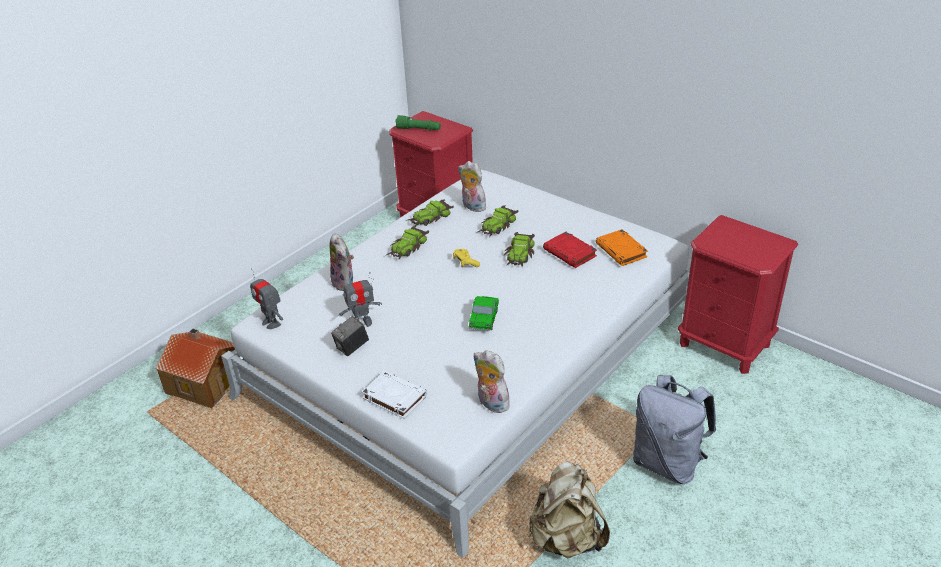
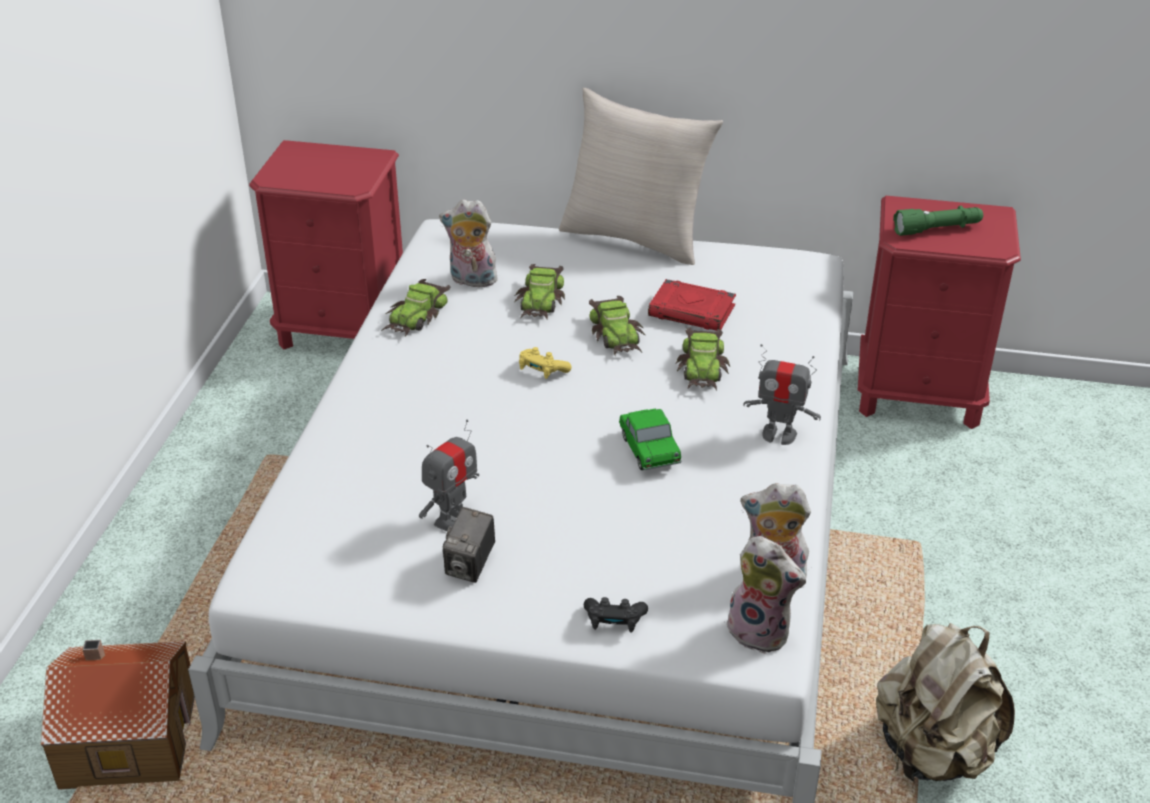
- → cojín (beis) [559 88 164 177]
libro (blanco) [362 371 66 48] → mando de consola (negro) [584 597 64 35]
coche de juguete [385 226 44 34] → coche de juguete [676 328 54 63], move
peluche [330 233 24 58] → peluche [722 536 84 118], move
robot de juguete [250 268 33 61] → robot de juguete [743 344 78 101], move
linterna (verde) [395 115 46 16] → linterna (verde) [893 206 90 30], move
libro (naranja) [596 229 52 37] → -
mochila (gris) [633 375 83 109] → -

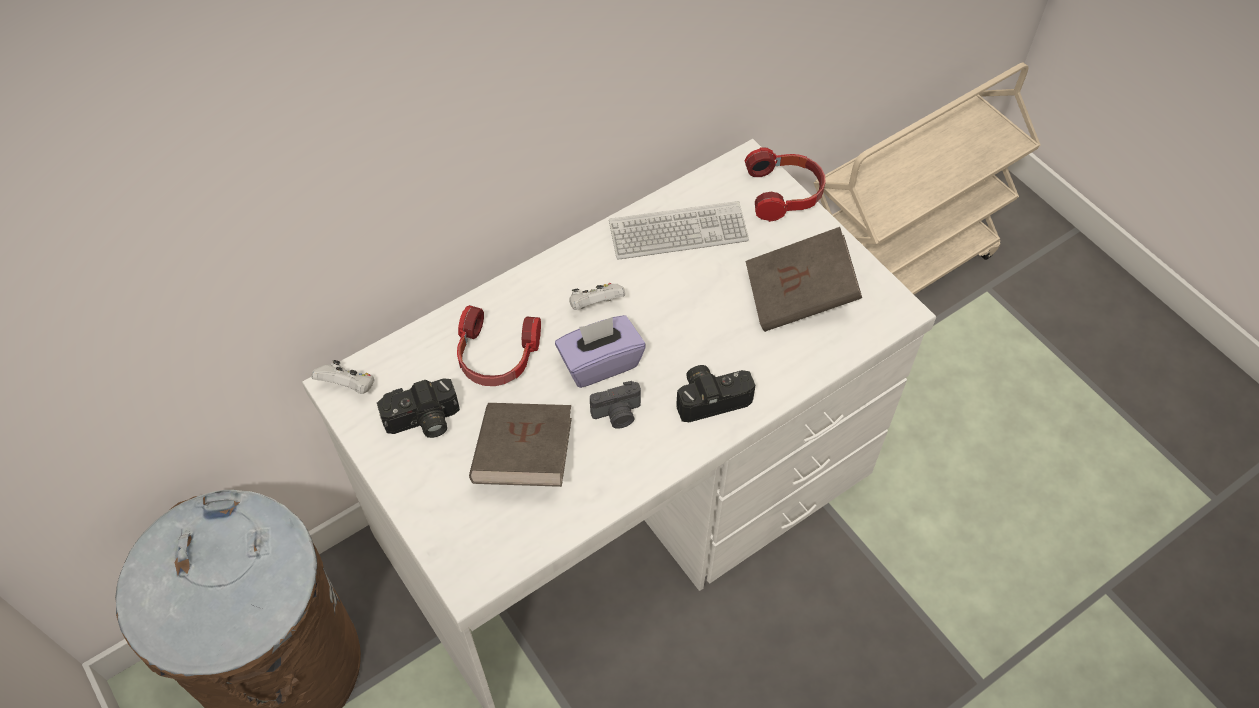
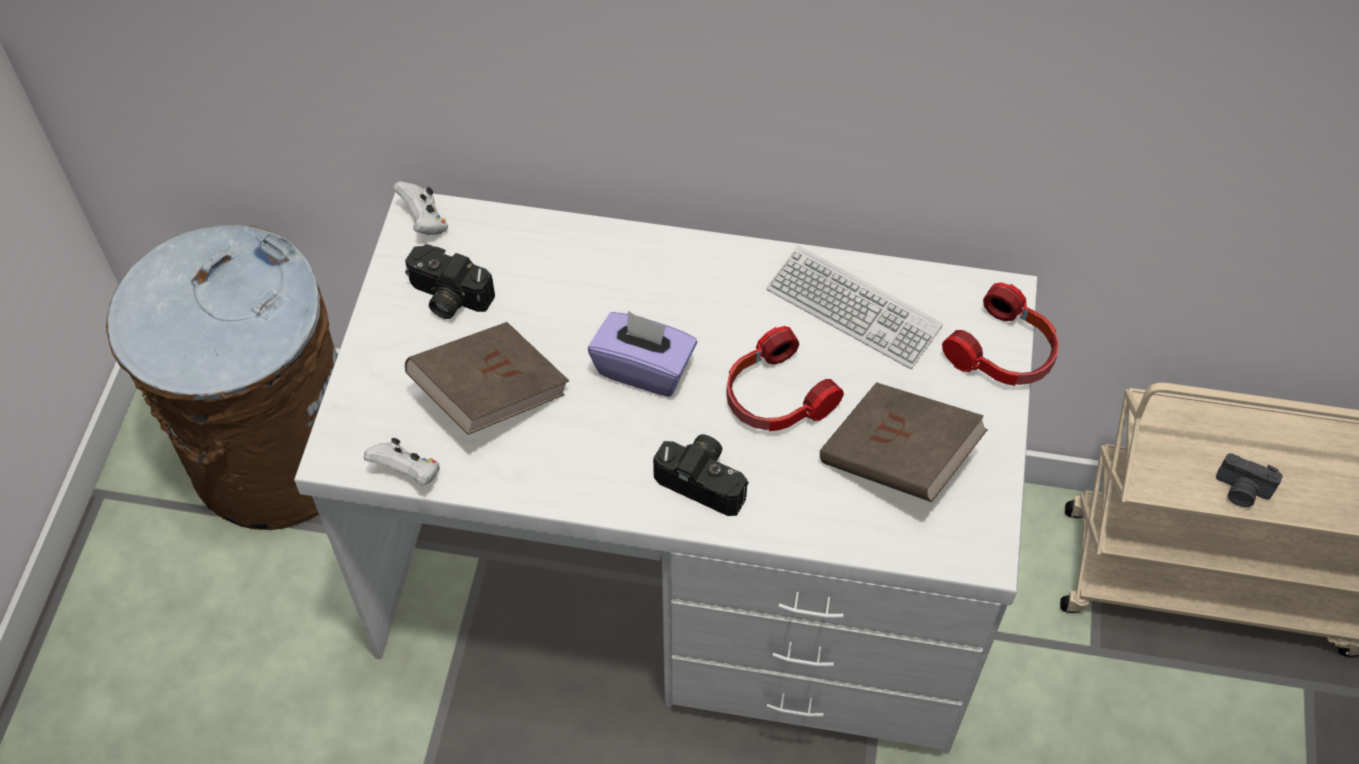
mando de consola (blanco) [569 283 56 27] → mando de consola (blanco) [364 438 76 47], move
auriculares [457 305 84 81] → auriculares [726 326 118 105], move
cámara [590 381 51 48] → cámara [1216 453 67 54], move

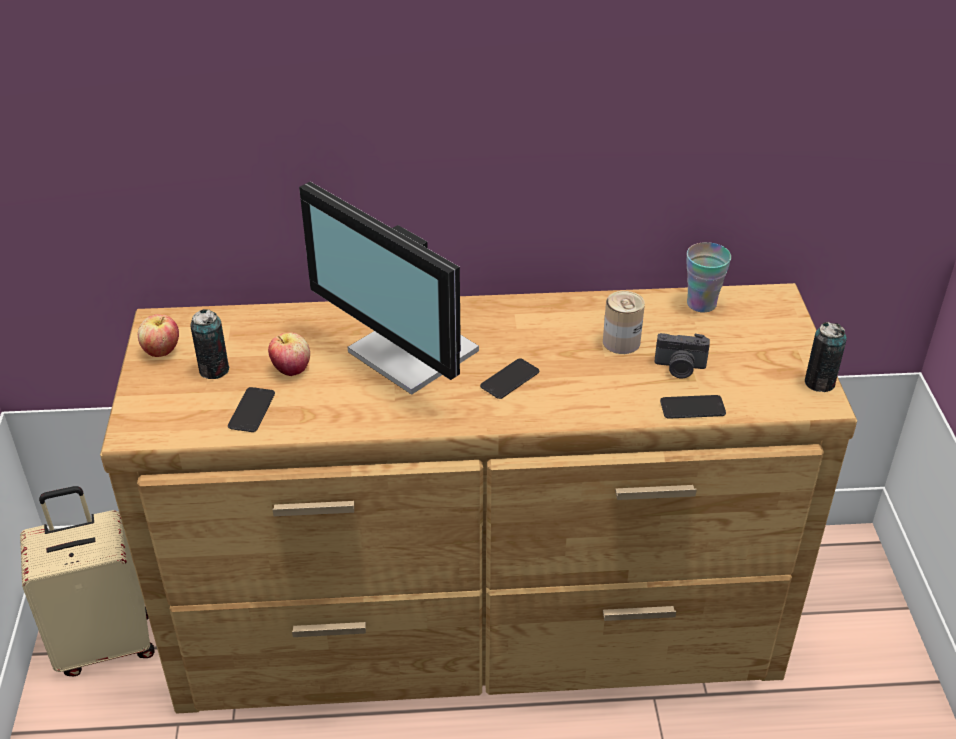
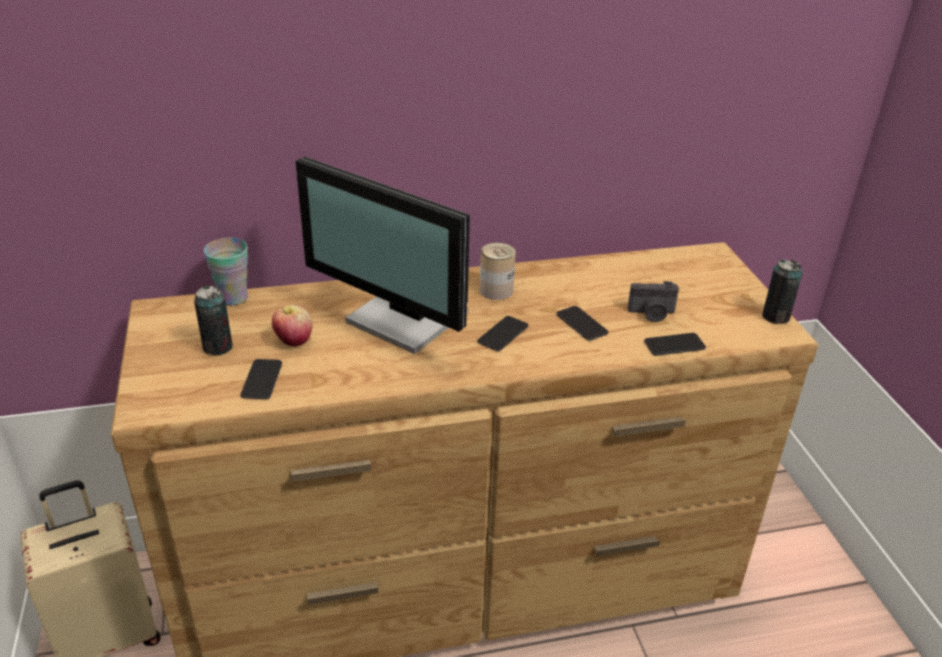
taza [686 242 45 71] → taza [204 238 44 68], move
lata [603 291 42 63] → lata [479 243 37 57], move
- → móvil [556 306 53 35]
manzana [138 314 41 43] → -

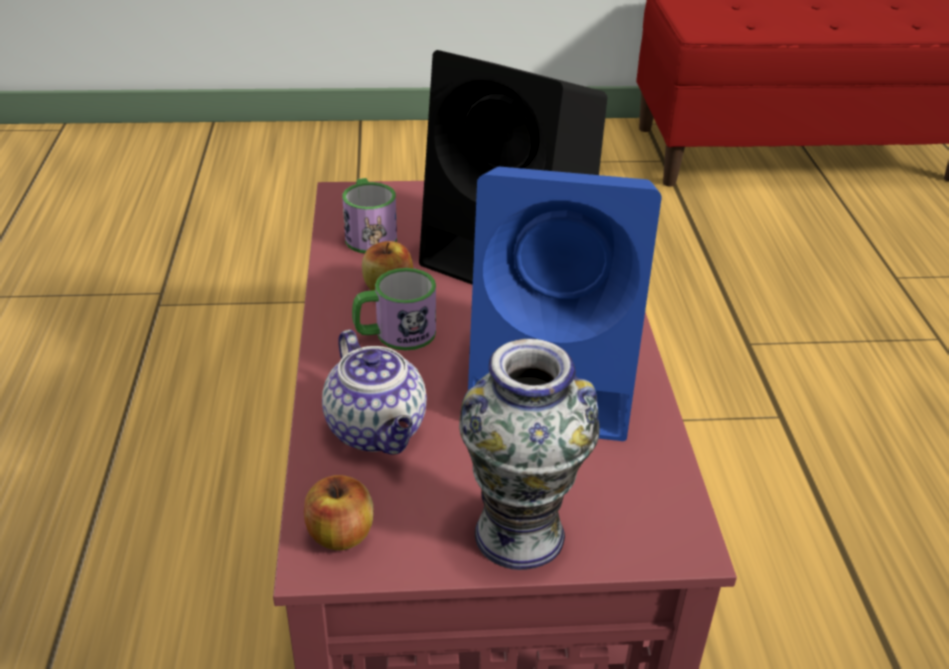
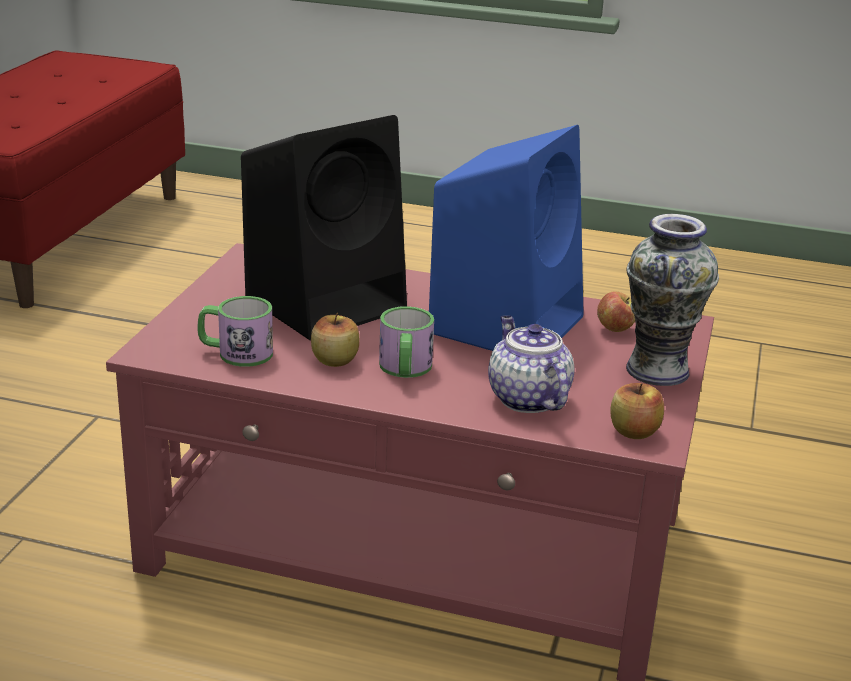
tetera [322 329 105 126] → tetera [488 315 86 98], 105 degrees counterclockwise
- → manzana [597 292 38 40]

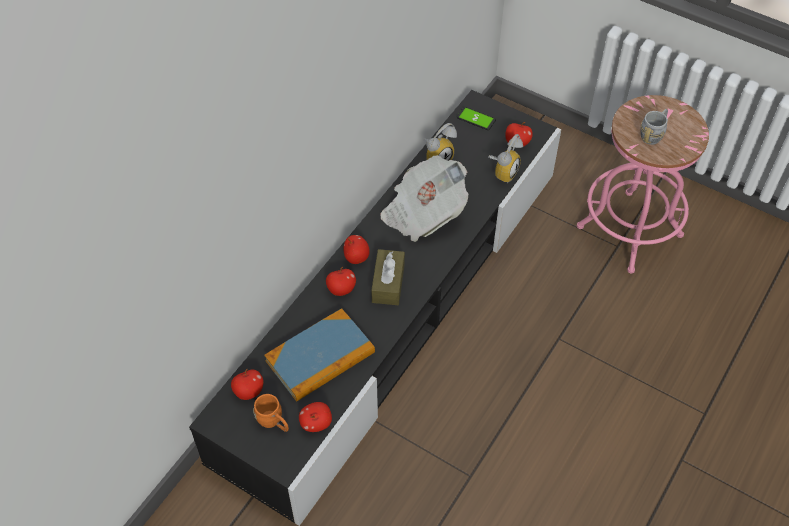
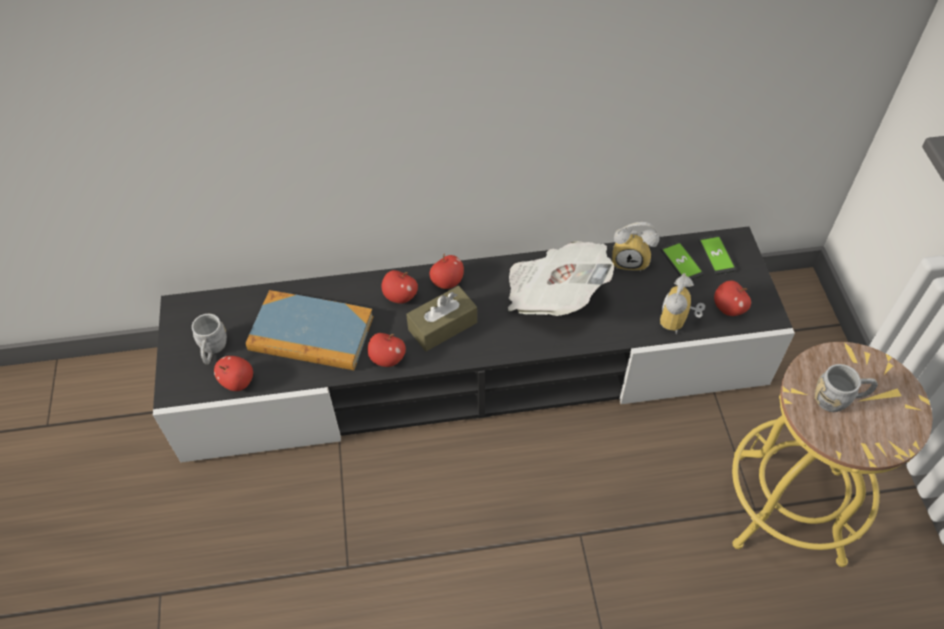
taza grande (naranja) [253 394 36 38] → taza grande (gris) [192 314 35 50]
manzana [231 369 32 31] → manzana [368 333 38 34], move
- → móvil [660 241 44 39]
despertador [488 134 35 49] → despertador [660 273 45 61], 120 degrees clockwise
taburete (rosa) [576 95 133 179] → taburete (amarillo) [732 342 200 225]

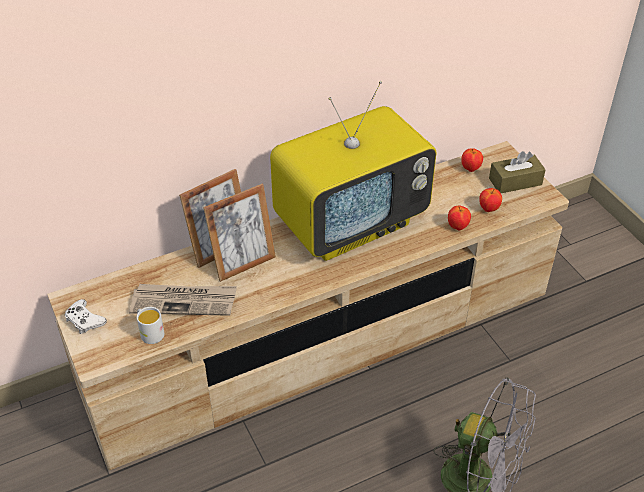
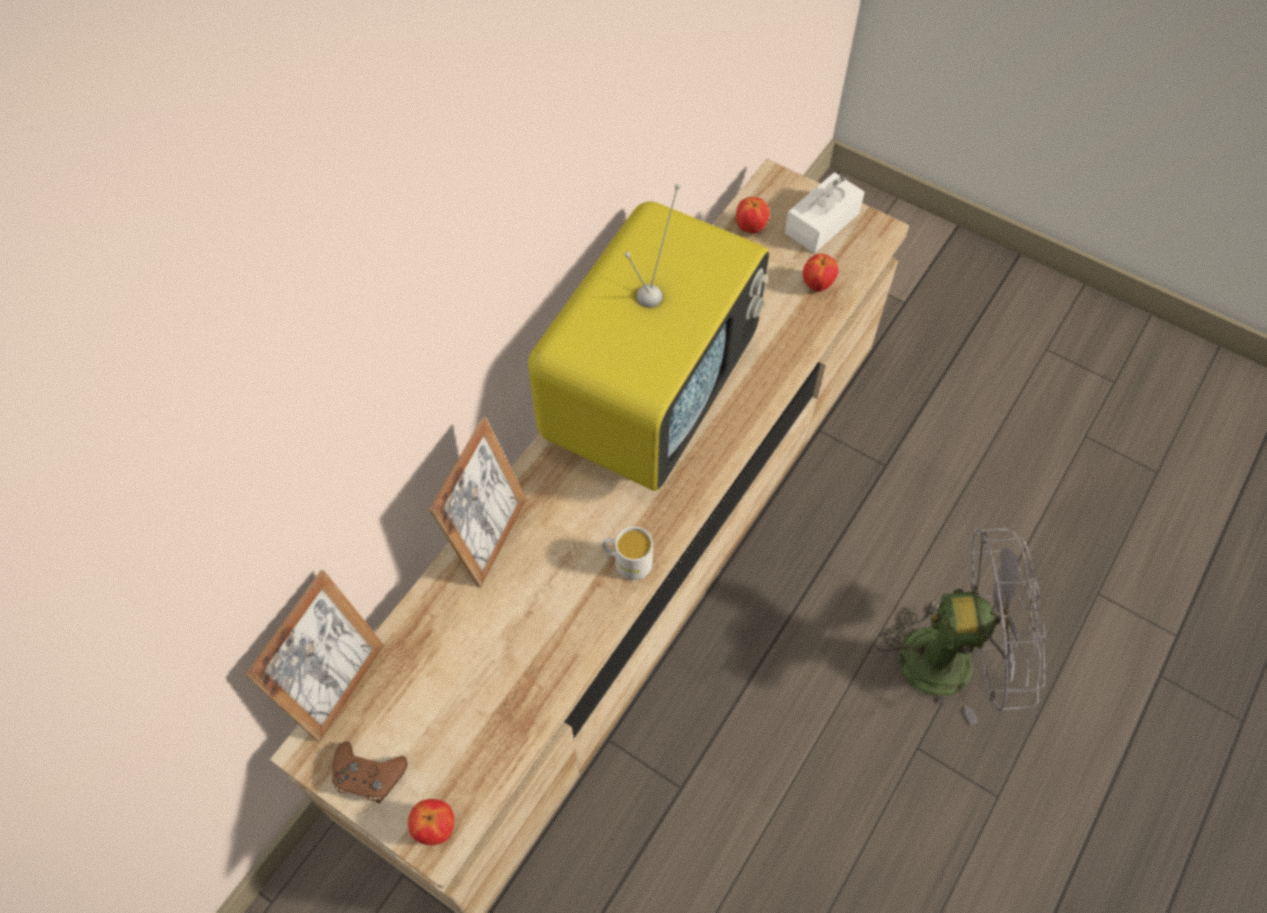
portarretratos [203 184 73 98] → portarretratos [245 570 139 172], move
mando de consola (blanco) [64 299 43 35] → mando de consola (marrón) [332 741 76 62]
manzana [448 206 23 24] → manzana [408 799 46 46], move
taza grande (blanco) [137 307 27 37] → taza grande (blanco) [602 527 51 53], move
caja de pañuelos (marrón) [489 151 57 42] → caja de pañuelos (blanco) [785 172 80 81]
periódico [129 284 108 32] → -

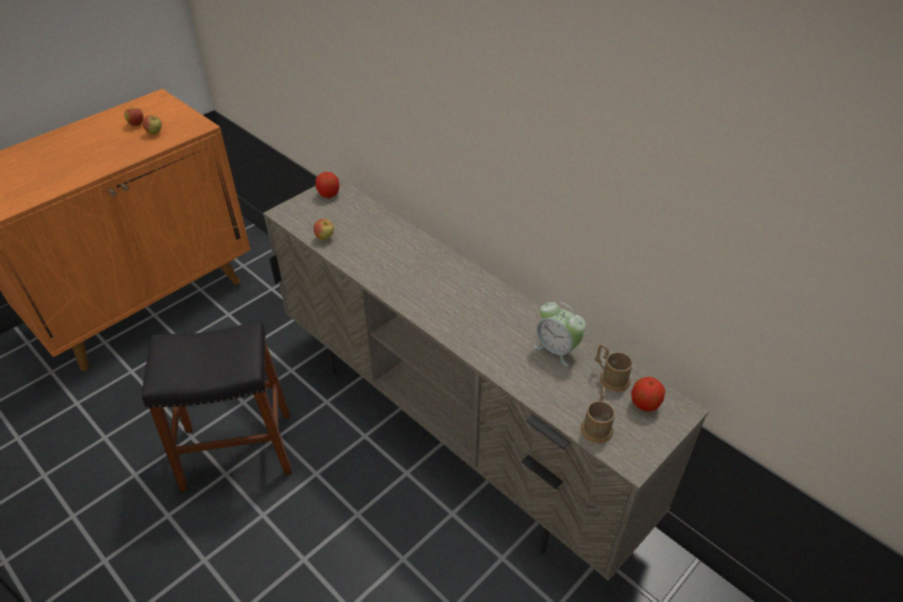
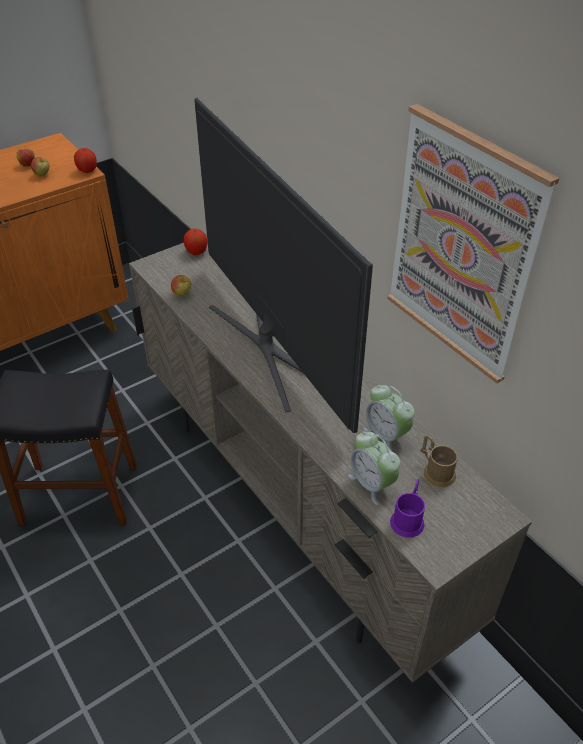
manzana [631 377 34 35] → manzana [74 148 23 25], move
- → televisor [194 98 179 335]
- → despertador [348 432 52 73]
- → cuadro [387 104 172 280]
taza grande (marrón) [580 387 35 57] → taza grande (morado) [390 479 35 59]

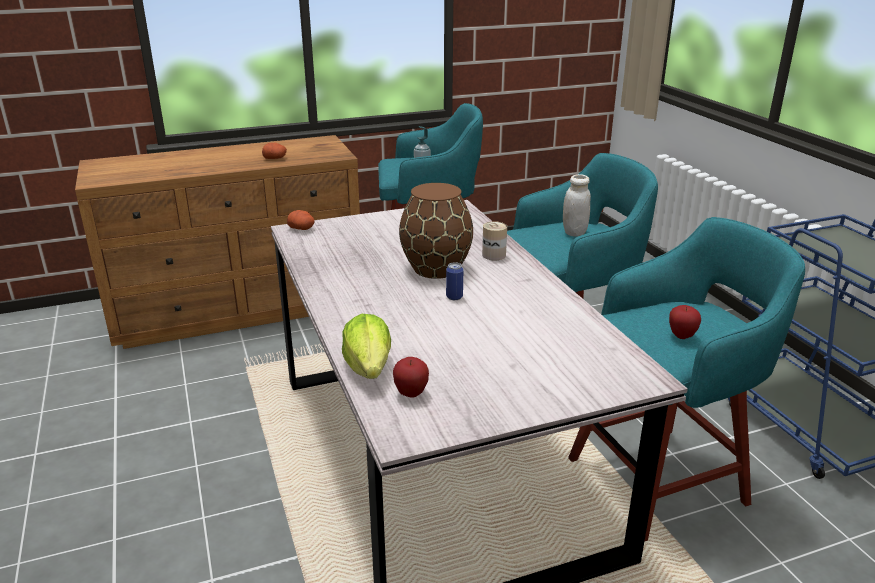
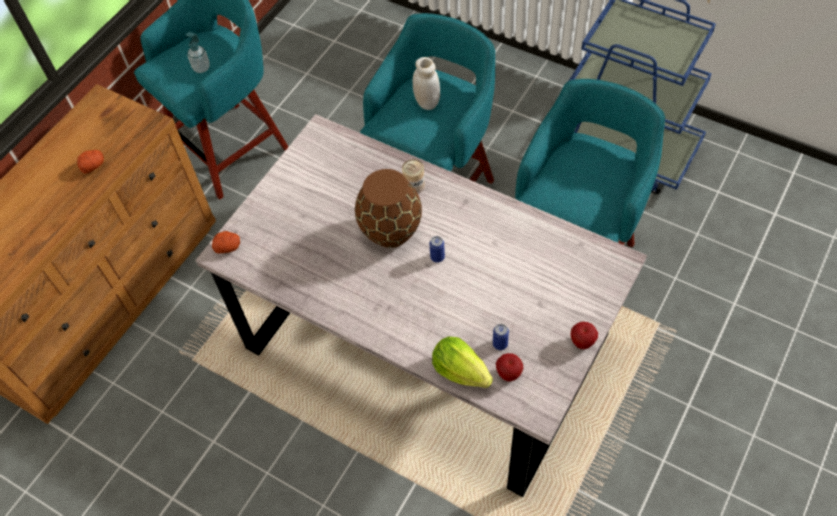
- → lata [493 324 16 26]
manzana [669 305 32 34] → manzana [571 322 27 27], move

